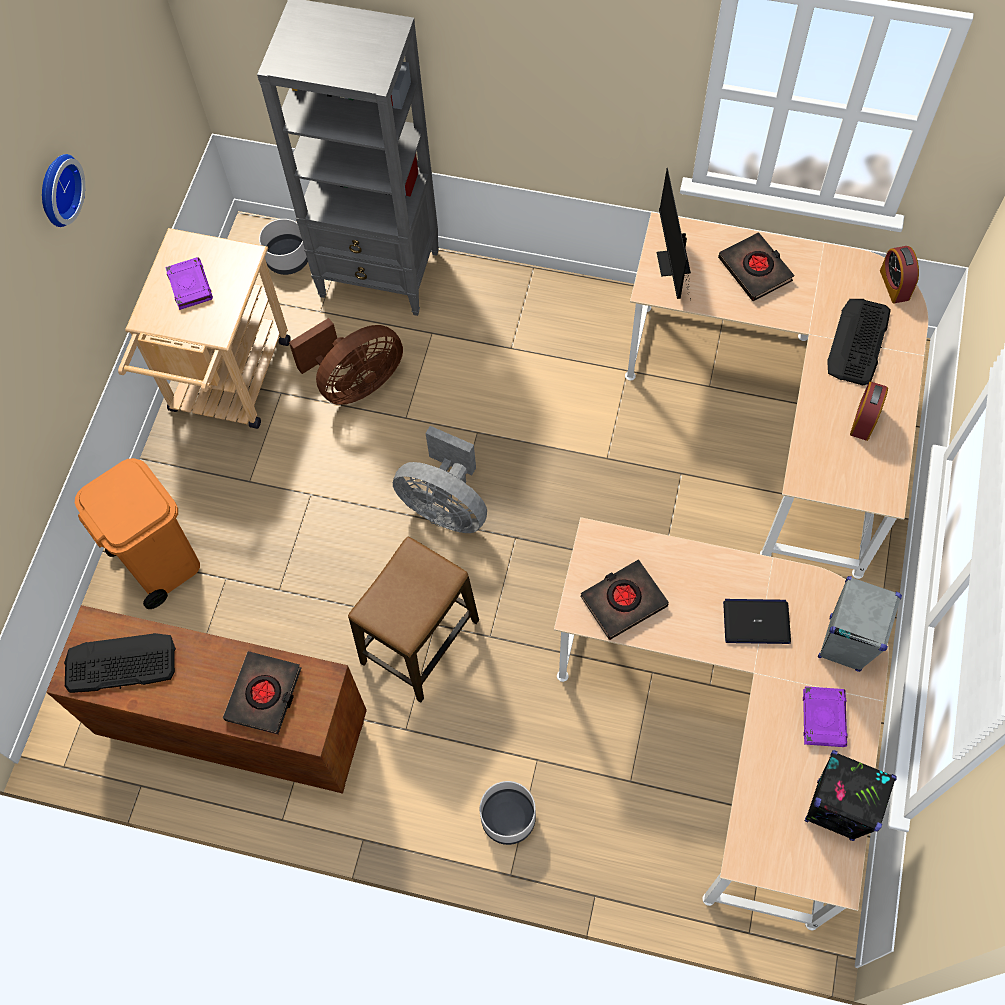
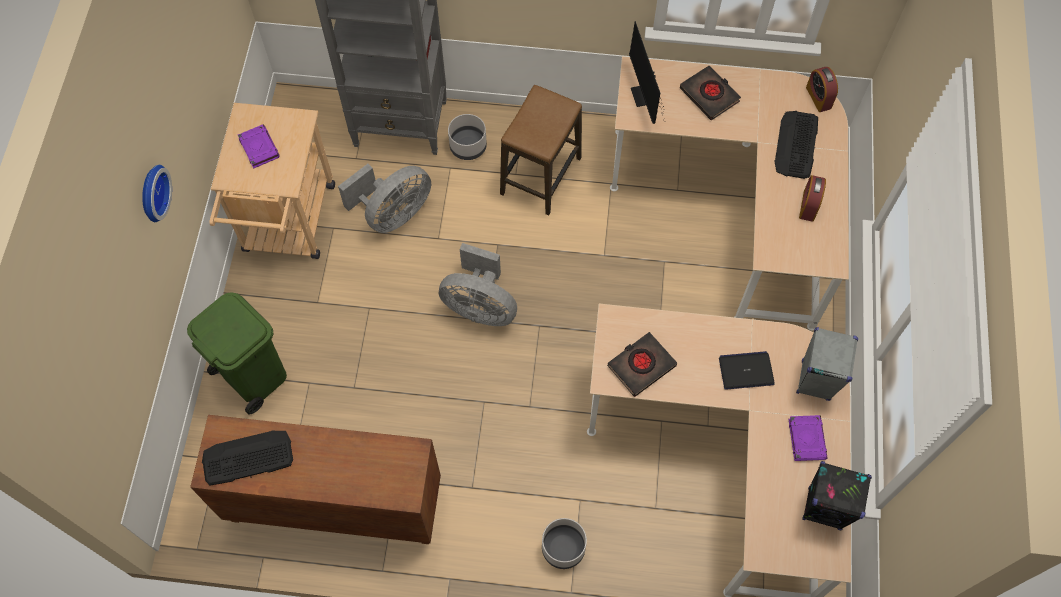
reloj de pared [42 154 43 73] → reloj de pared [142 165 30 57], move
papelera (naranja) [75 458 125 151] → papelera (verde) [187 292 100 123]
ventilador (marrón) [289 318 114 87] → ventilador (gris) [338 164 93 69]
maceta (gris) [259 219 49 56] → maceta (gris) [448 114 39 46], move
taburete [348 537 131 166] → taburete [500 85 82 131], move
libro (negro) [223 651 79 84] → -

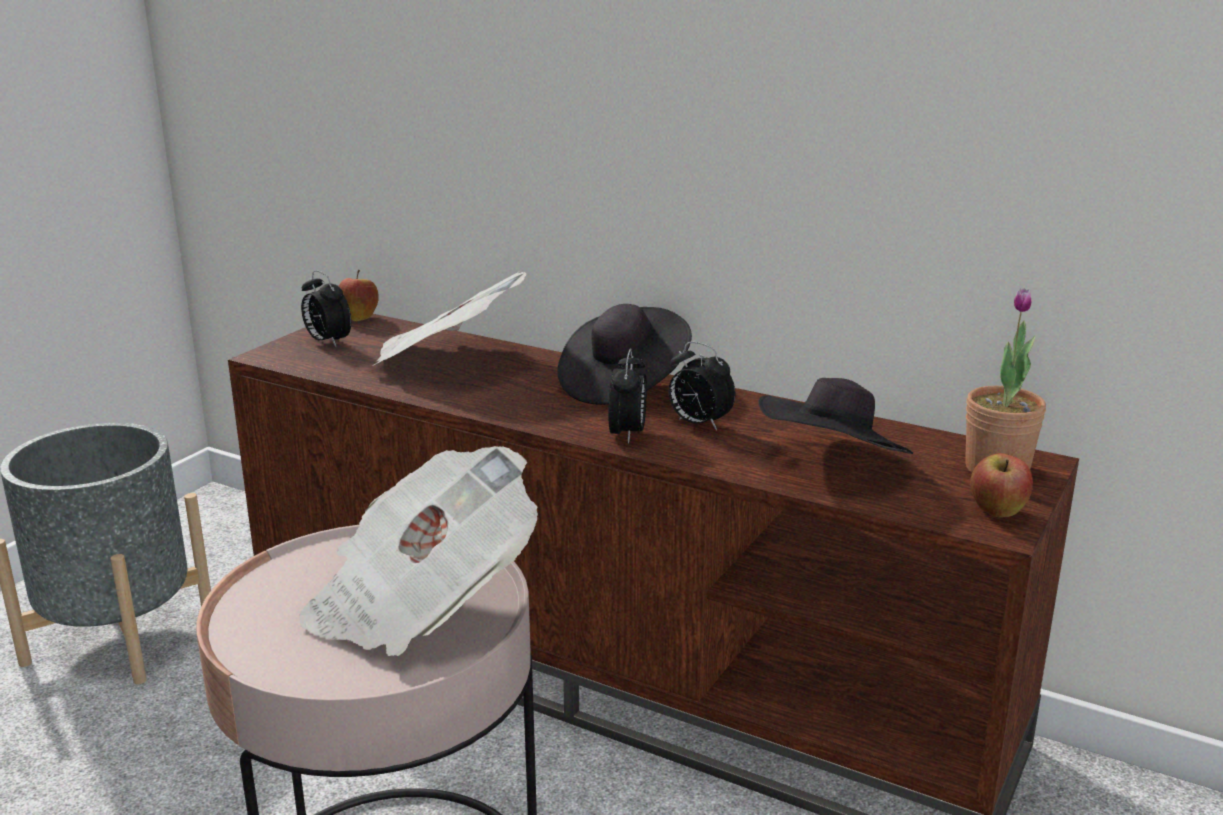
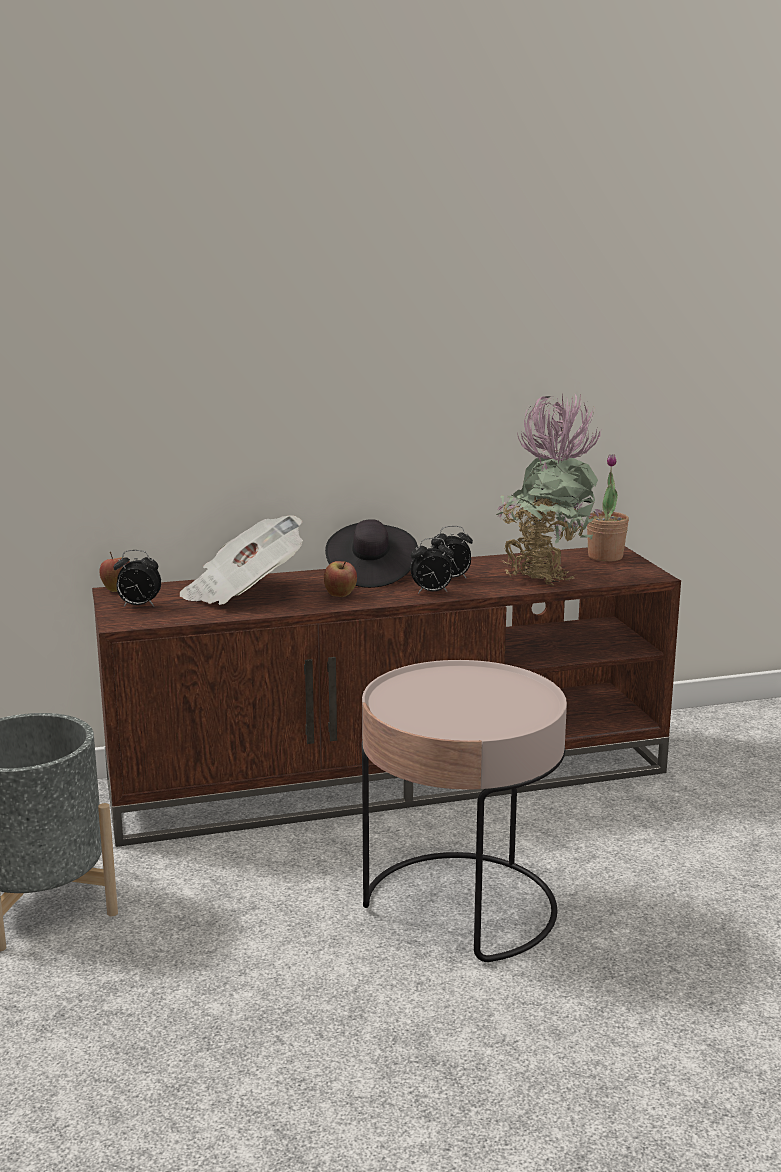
manzana [970 453 63 64] → manzana [324 561 33 36], move
despertador [609 348 38 96] → despertador [410 538 44 56], 120 degrees clockwise
sombrero (negro) [758 378 155 76] → planta en maceta [496 394 107 191]
periódico [299 446 239 210] → -

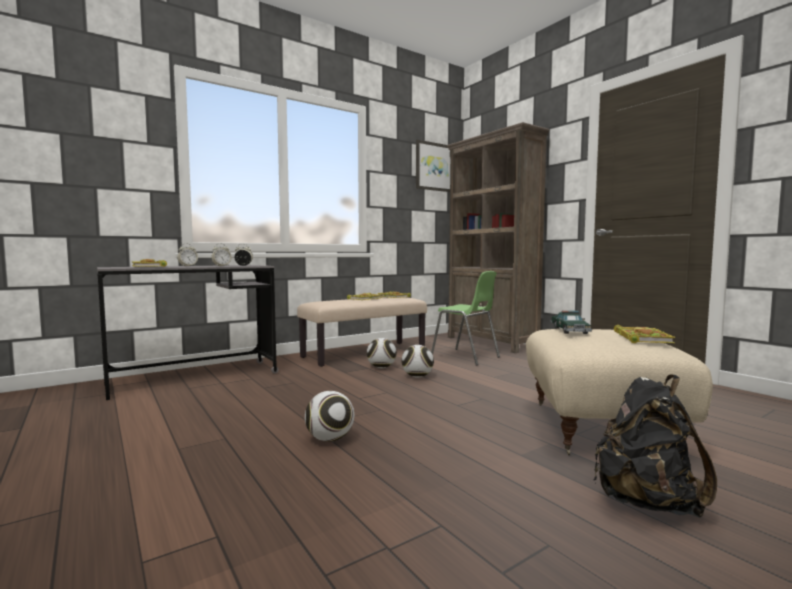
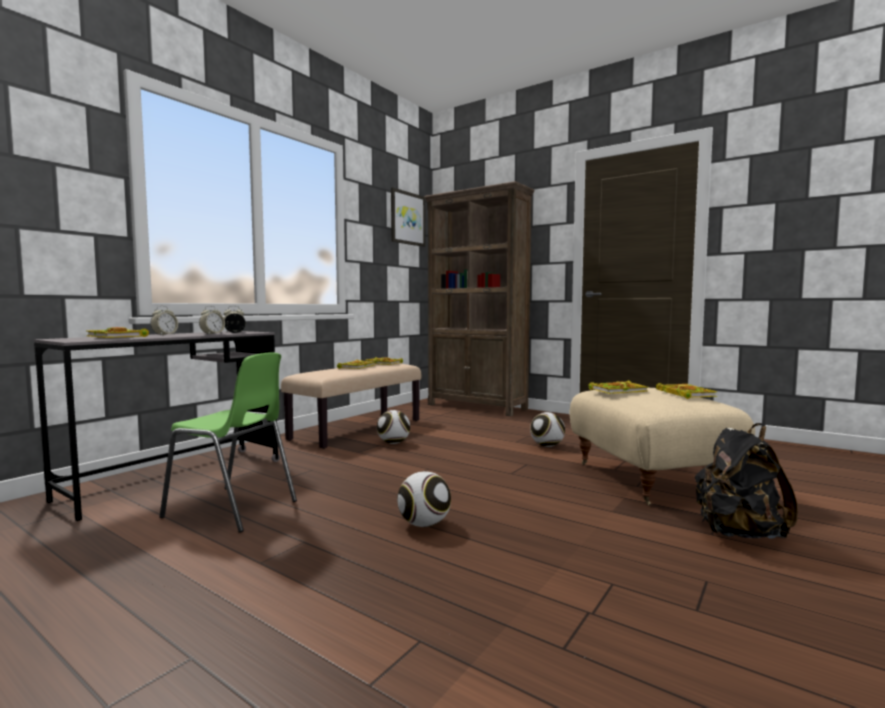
silla (verde) [431 271 69 95] → silla (verde) [160 352 137 181], move
balón de fútbol [401 345 33 33] → balón de fútbol [530 412 35 35], move
coche de juguete [550 311 42 23] → libro [589 380 59 14]

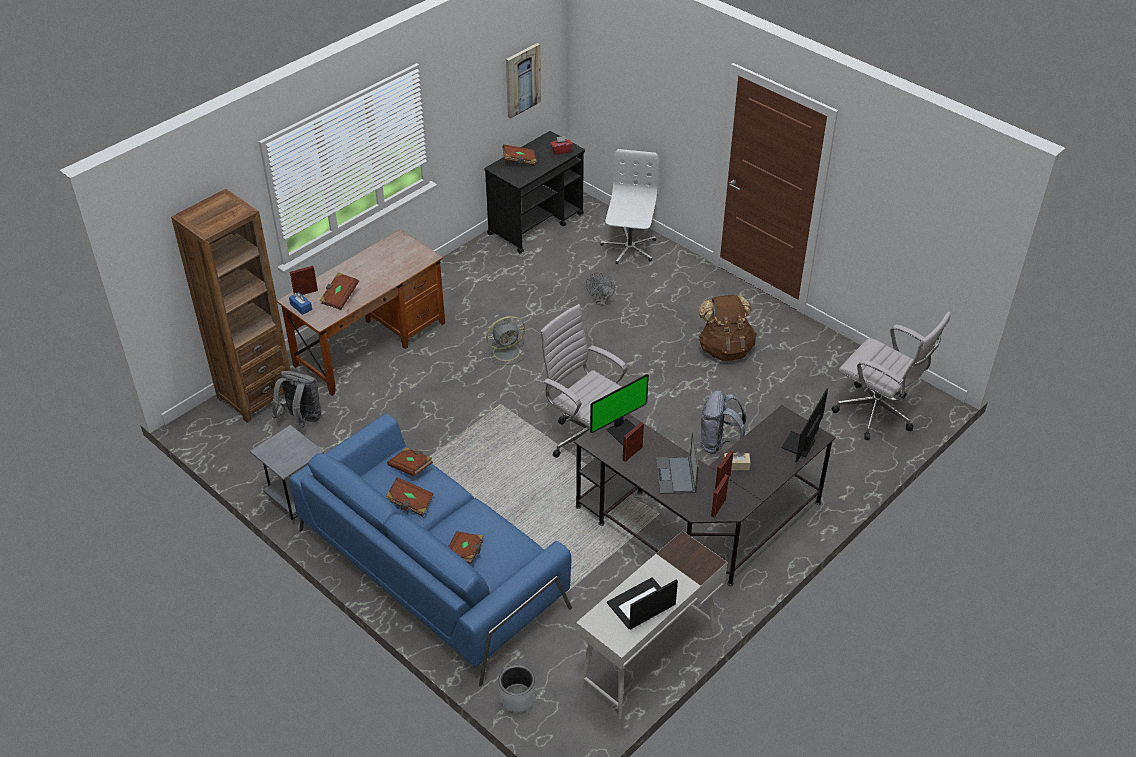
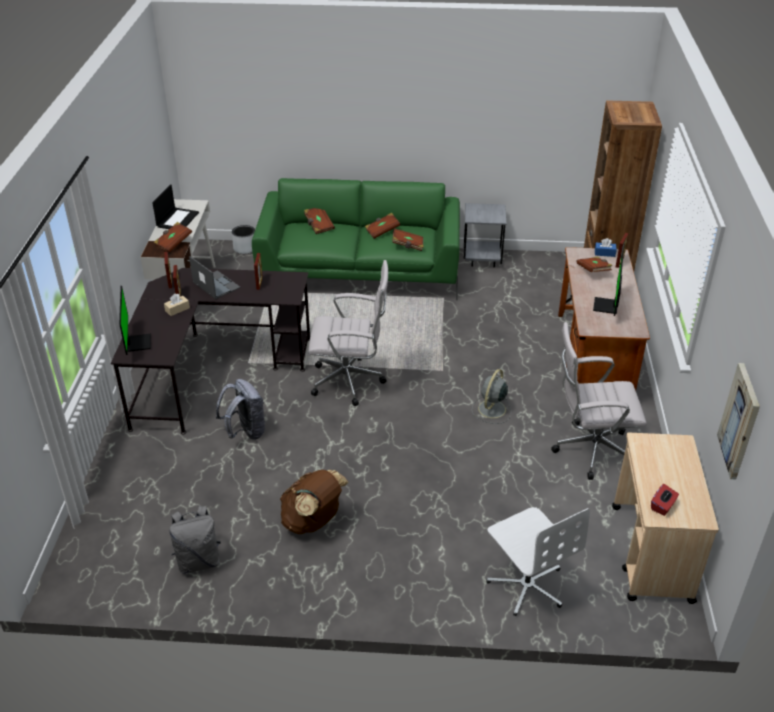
libro (marrón) [502 144 35 21] → libro (marrón) [154 222 38 31], move
mochila (gris) [272 371 49 57] → mochila (gris) [170 506 51 68], move
sofá (azul) [289 414 283 272] → sofá (verde) [252 178 208 122]
silla de oficina (blanco) [832 312 119 128] → silla de oficina (blanco) [551 322 96 158], move
monitor [590 374 59 71] → monitor [593 251 31 65], move
carrito (negro) [484 131 101 122] → carrito (beis) [612 433 107 171]
ventilador (gris) [586 273 29 33] → -

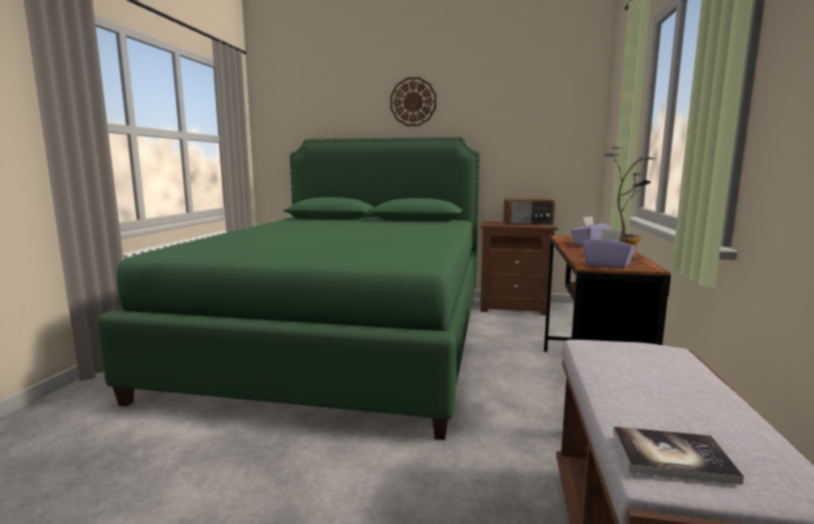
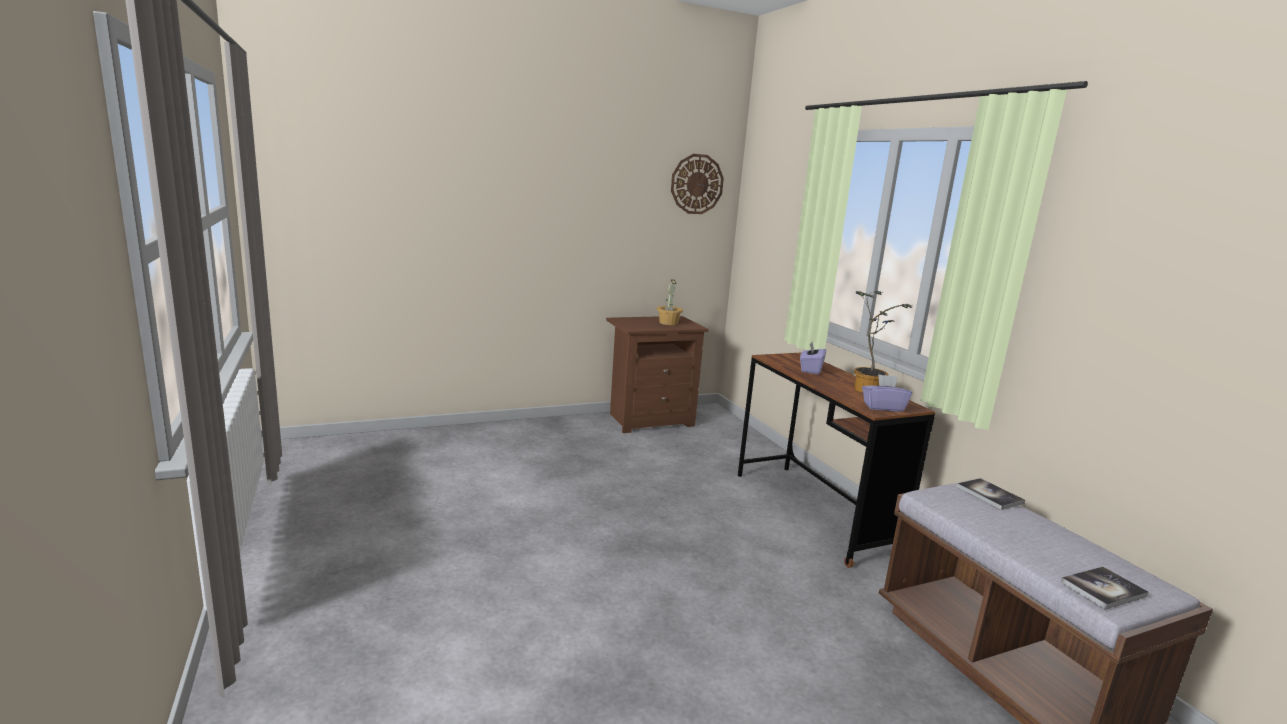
radio [503 198 52 27] → planta en maceta [657 279 26 46]
reloj de pared [390 77 46 49] → reloj de pared [671 154 53 60], move
- → libro [957 478 68 32]
cama (verde) [97 137 383 303] → -

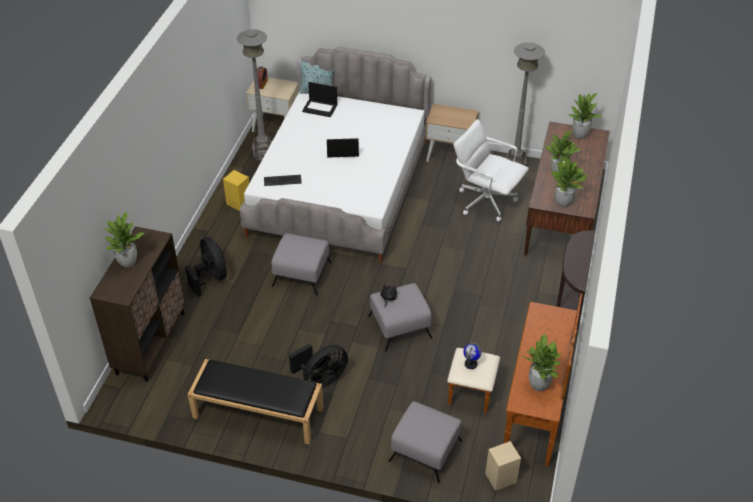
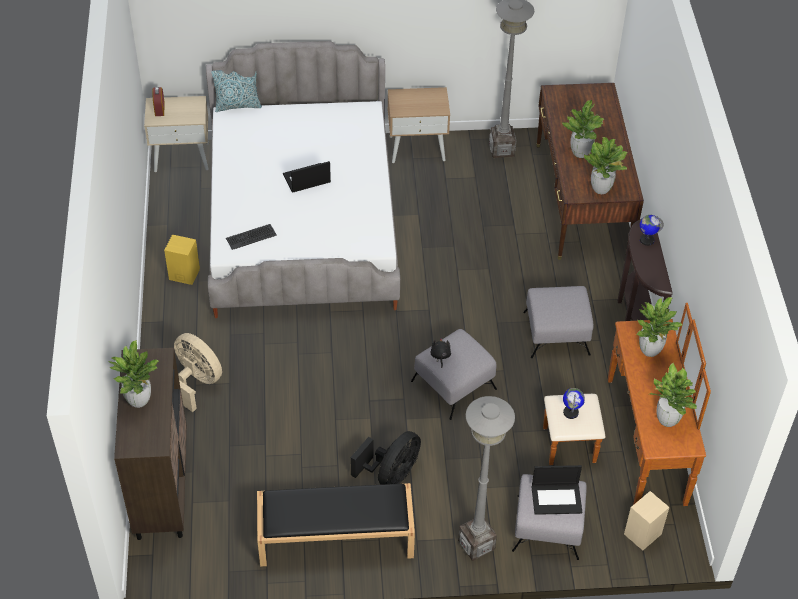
ventilador (negro) [185 237 42 60] → ventilador (beis) [174 333 48 79]
lámpara de pie (gris) [237 29 35 133] → lámpara de pie (gris) [458 396 57 165], move
puf (gris) [272 233 59 62] → puf (gris) [523 286 70 72], move
portátil [302 82 35 35] → portátil [532 465 50 50], move
planta en maceta [568 93 34 46] → planta en maceta [637 297 46 60], move
- → globo terráqueo [640 215 24 31]
silla de oficina (blanco) [454 119 75 103] → -

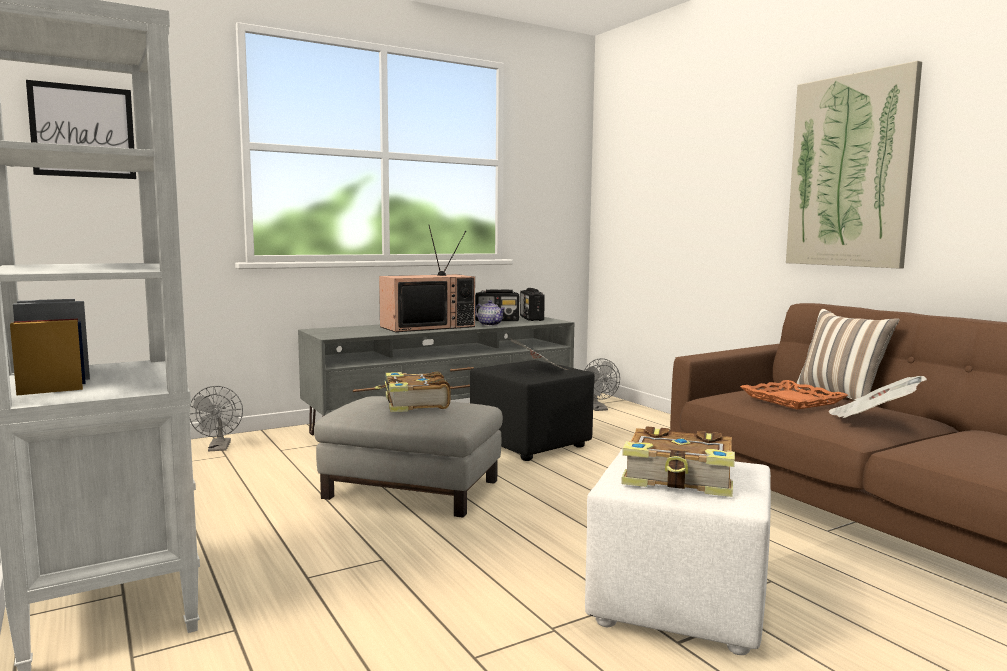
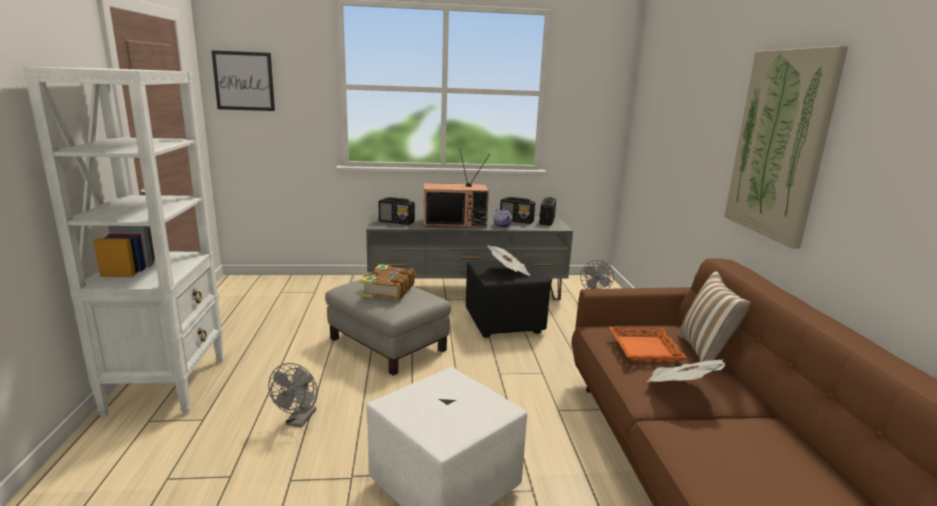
ventilador (gris) [190 386 53 65] → ventilador (gris) [268 363 50 64], move
- → radio [379 197 36 28]
libro [621 426 114 71] → -

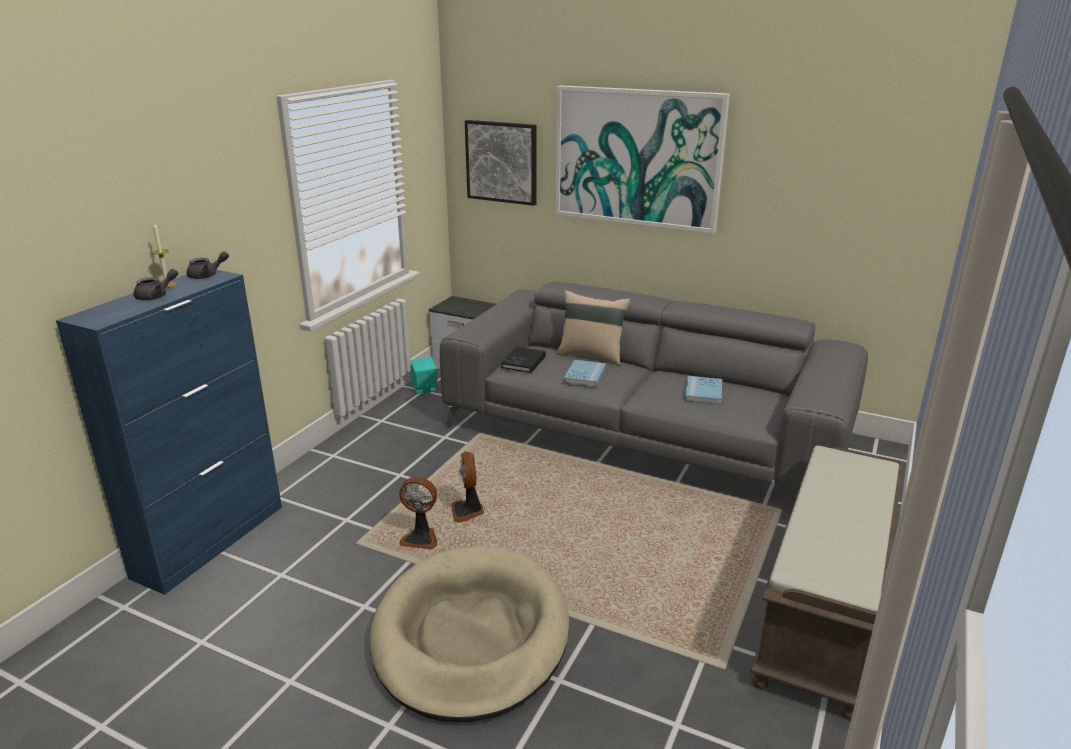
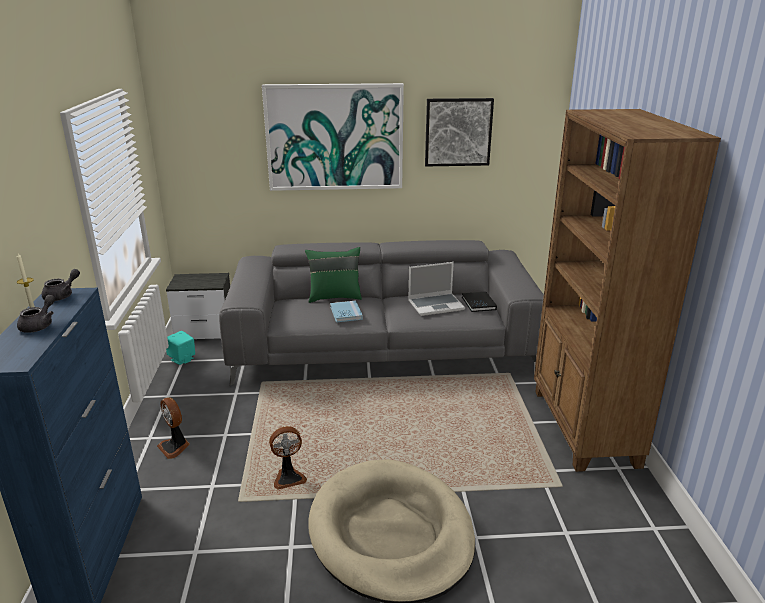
ventilador [451 452 33 71] → ventilador [157 397 33 62], move
cojín (beis) [557 290 73 75] → cojín (verde) [305 247 57 56]
libro (azul) [685 376 37 29] → portátil [408 262 57 54]
cuadro [465 120 72 86] → cuadro [425 98 69 68], move
libro (negro) [501 347 45 26] → libro (negro) [462 292 35 20], move
banco (marrón) [750 446 153 274] → estantería (marrón) [534 109 187 363]

